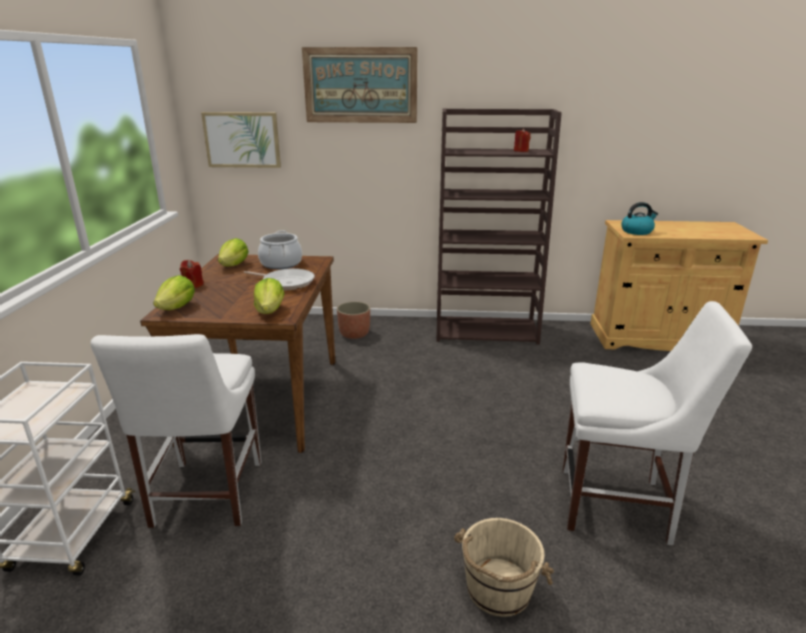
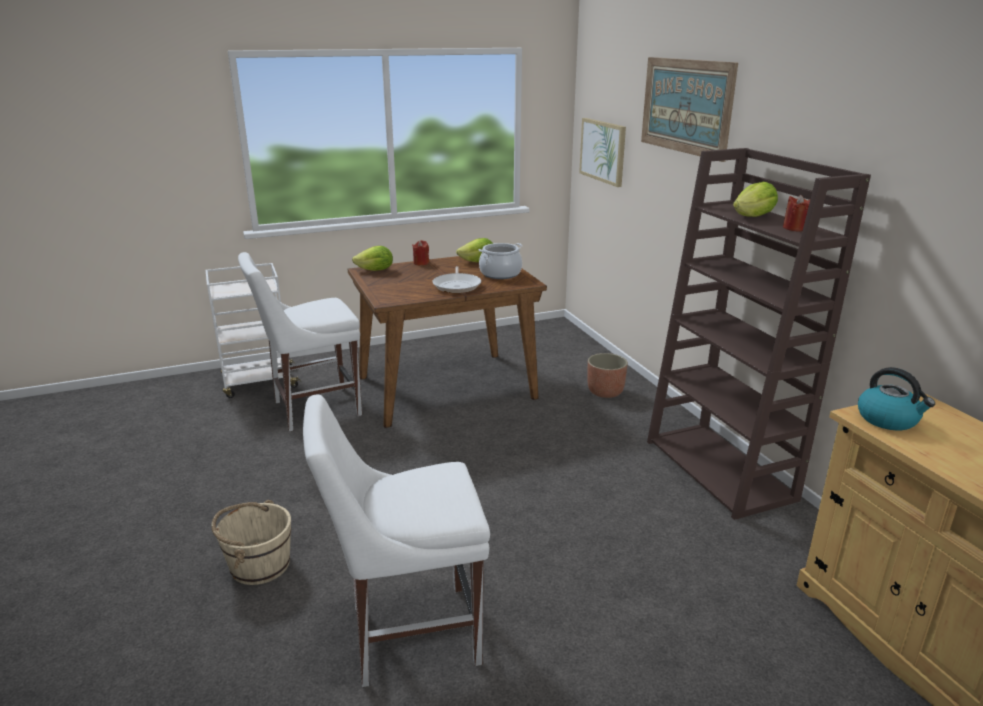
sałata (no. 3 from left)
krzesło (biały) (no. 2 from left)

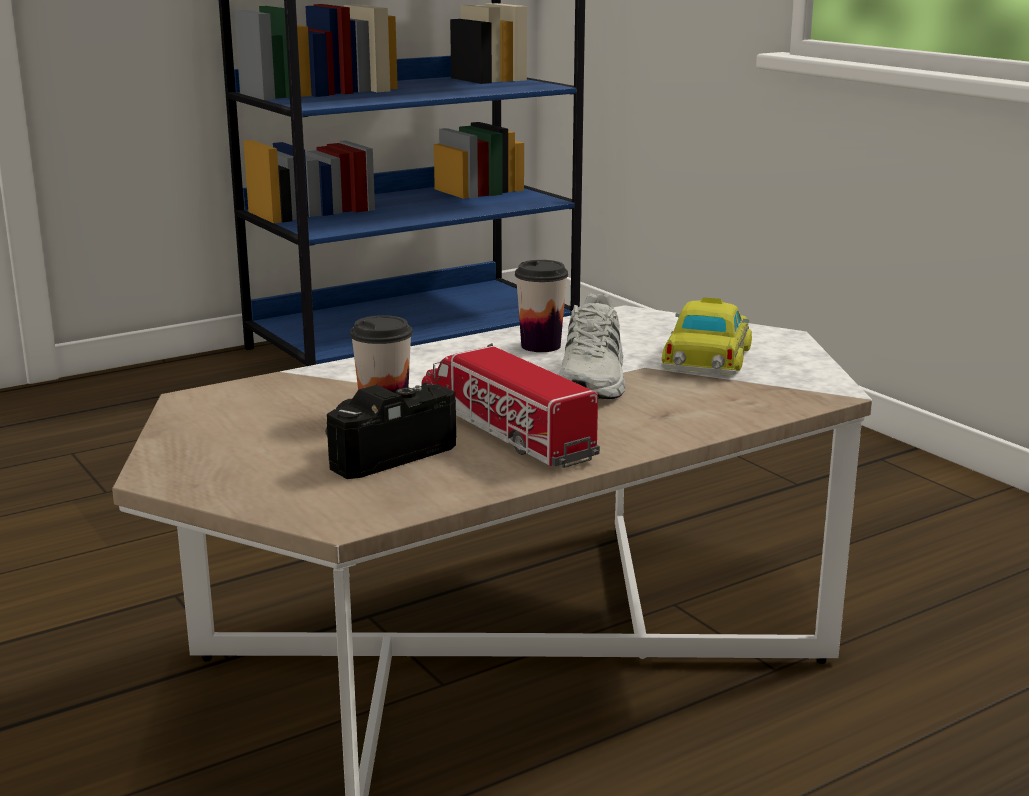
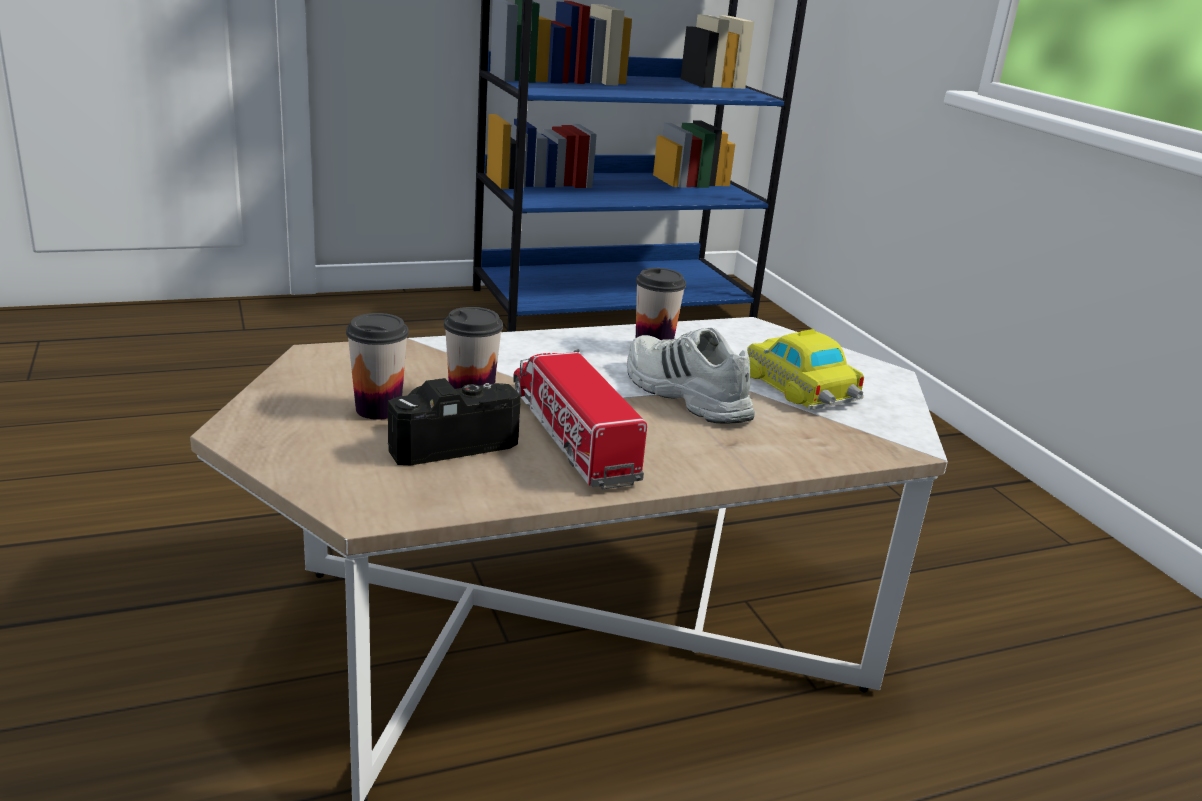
but (biały)
samochodzik
filiżanka (no. 1 from left)

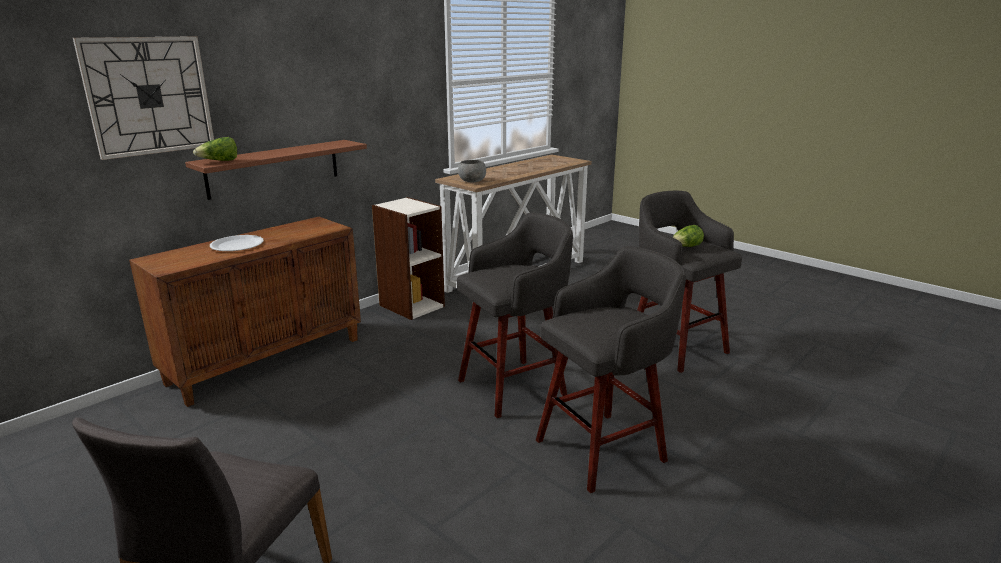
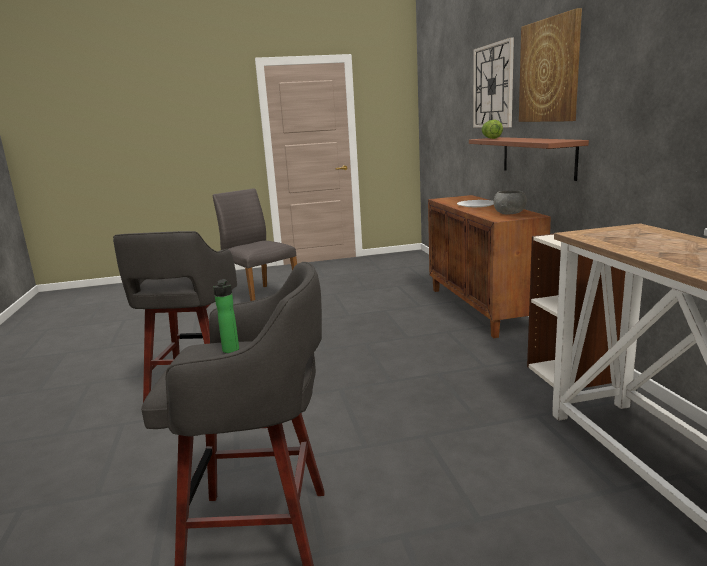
stołek (szary) (no. 1 from left in the first image)
miska (szary)
butelka
obraz

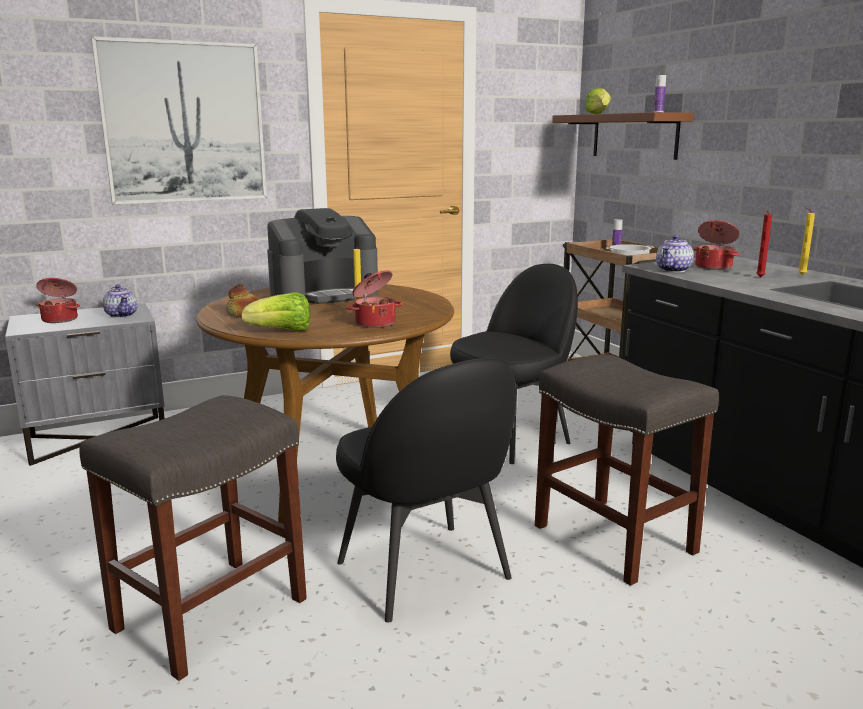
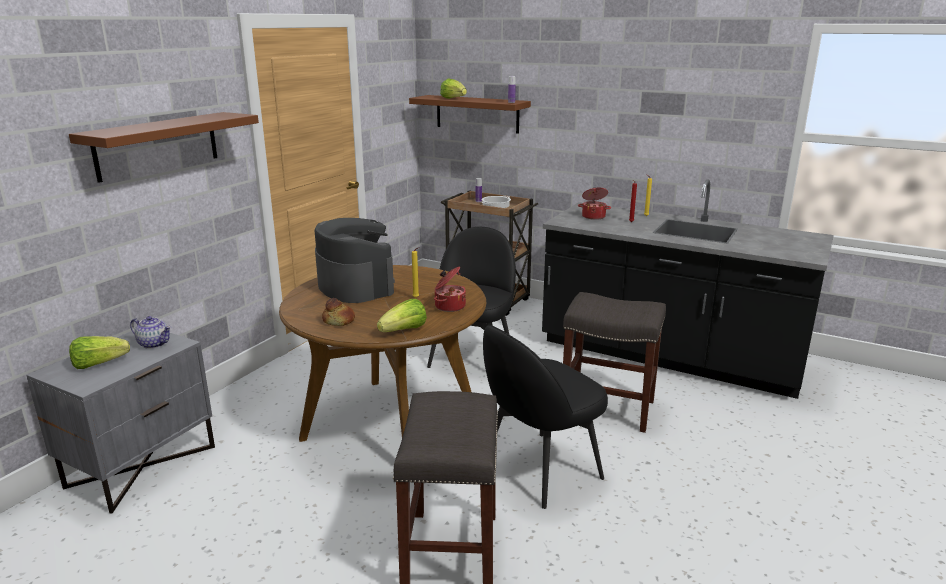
sałata (no. 1 from left)
półka (brązowy) (no. 1 from left)
ekspres do kawy
krzesło (czarny) (no. 2 from left)
imbryk (no. 2 from left in the first image)

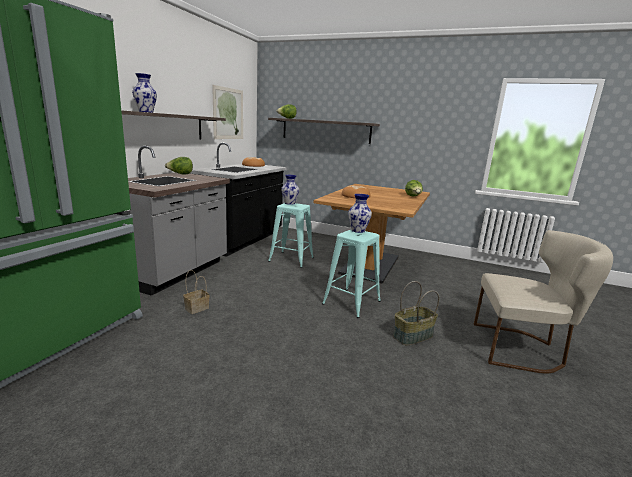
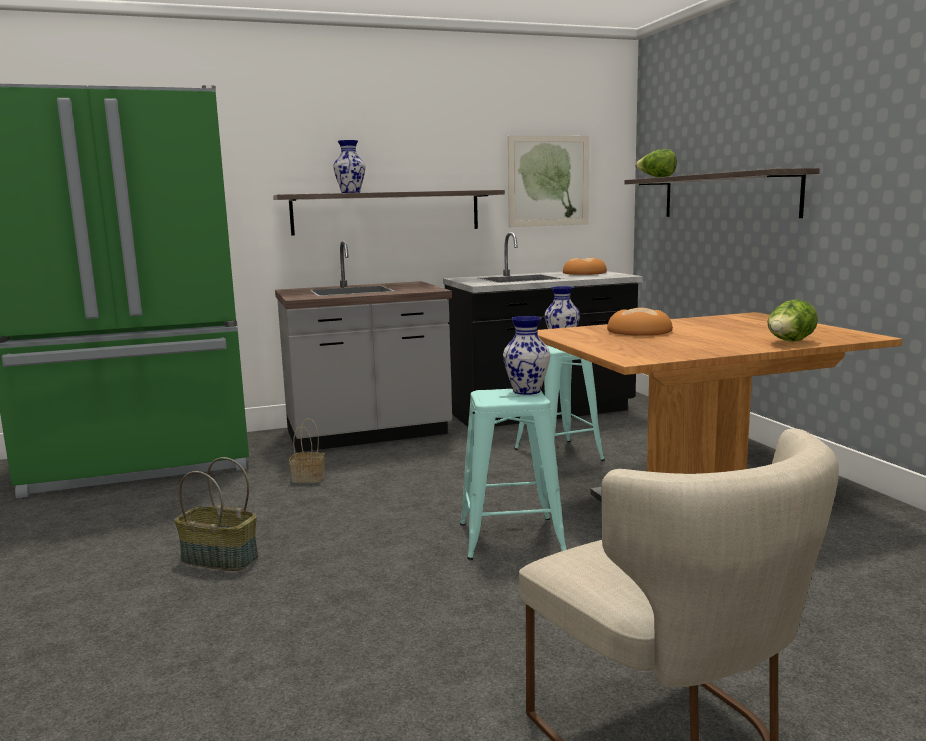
sałata (no. 1 from left in the first image)
koszyk (no. 1 from left)

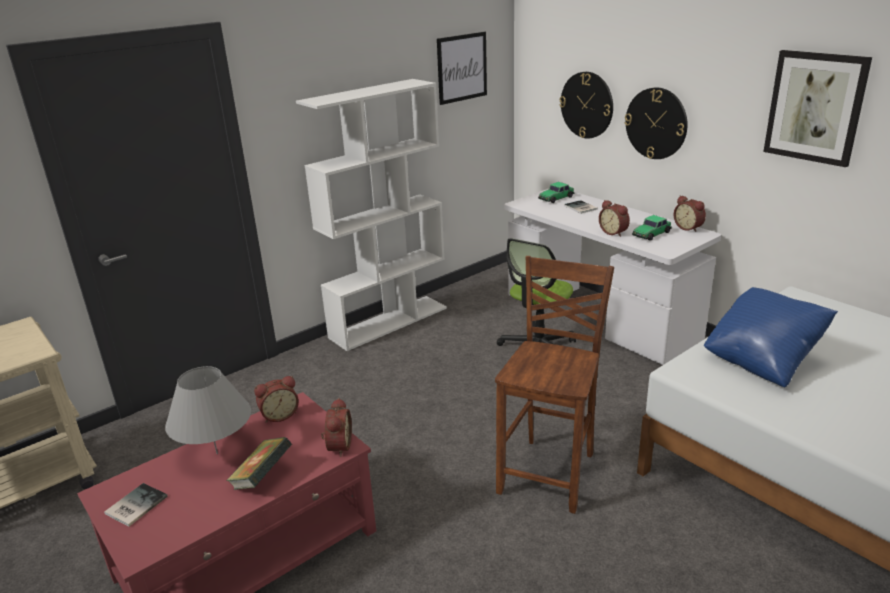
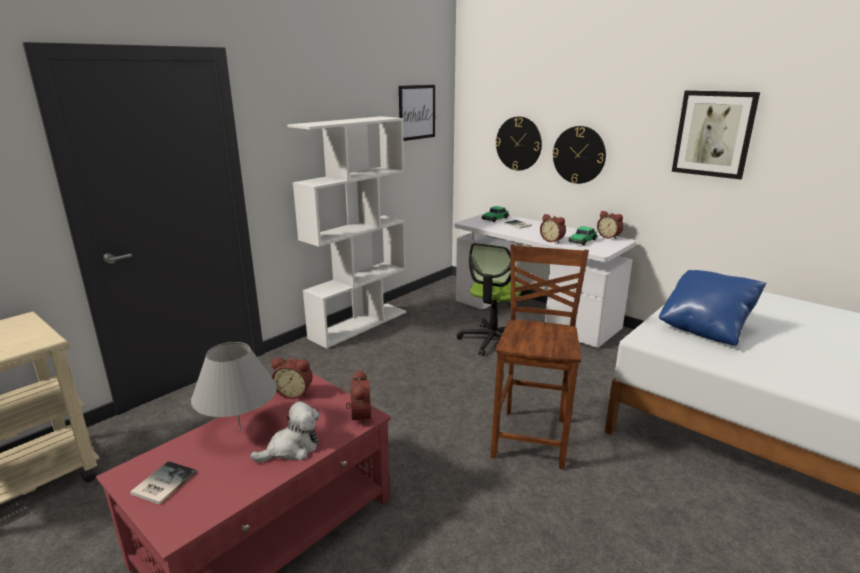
pluszak
budzik (no. 1 from left)

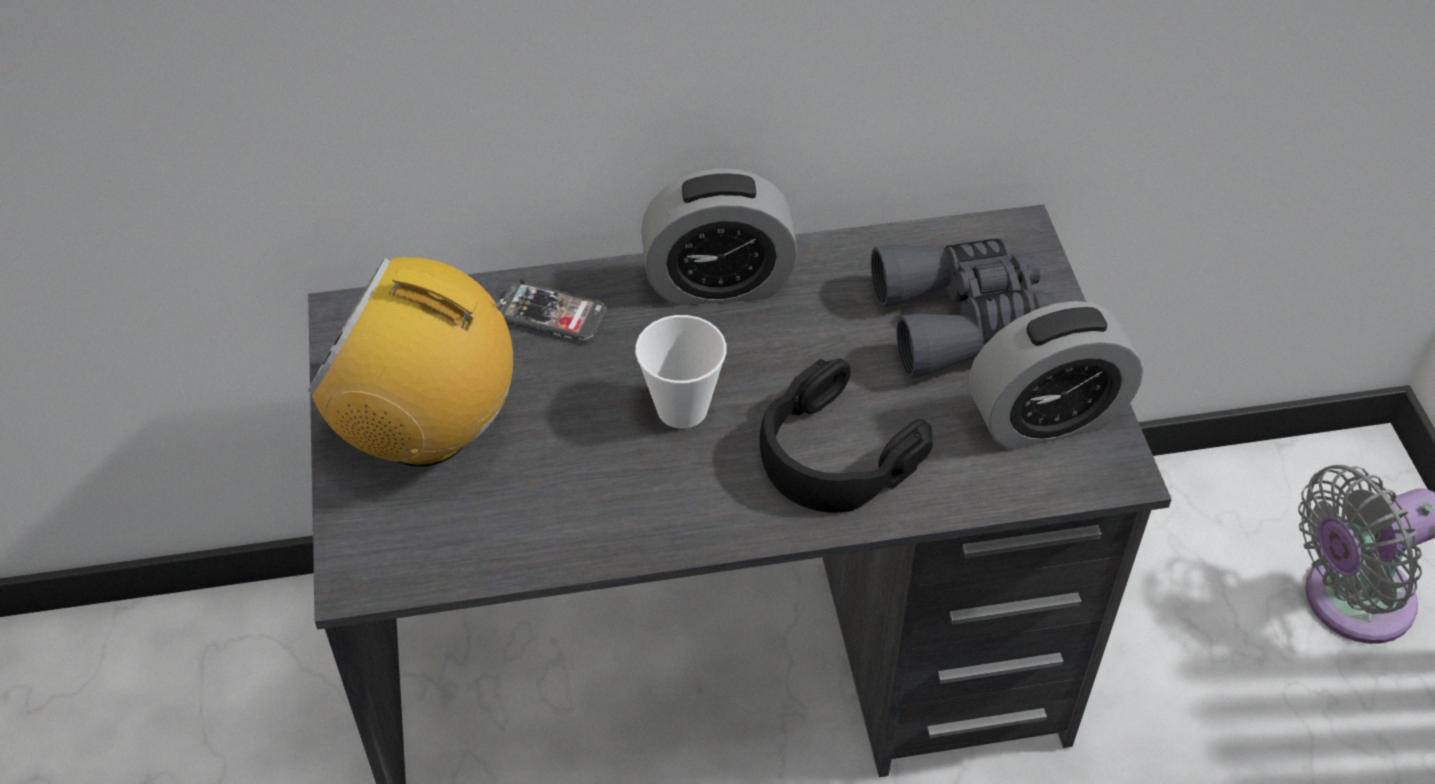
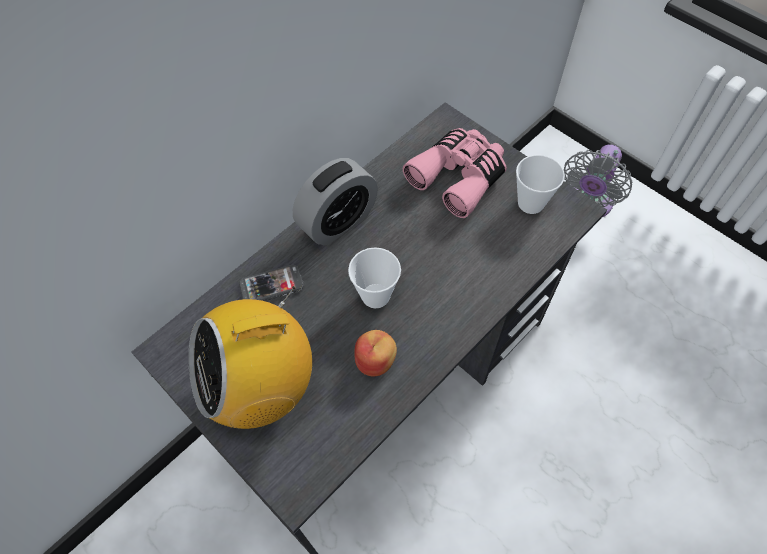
słuchawki (czarny)
lornetka (różowy)
filiżanka (no. 2 from left)
jabłko

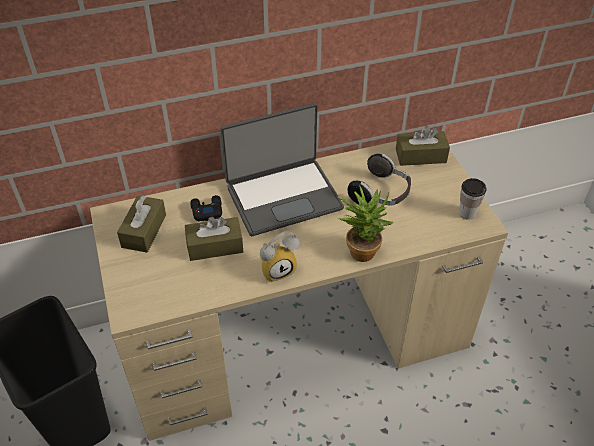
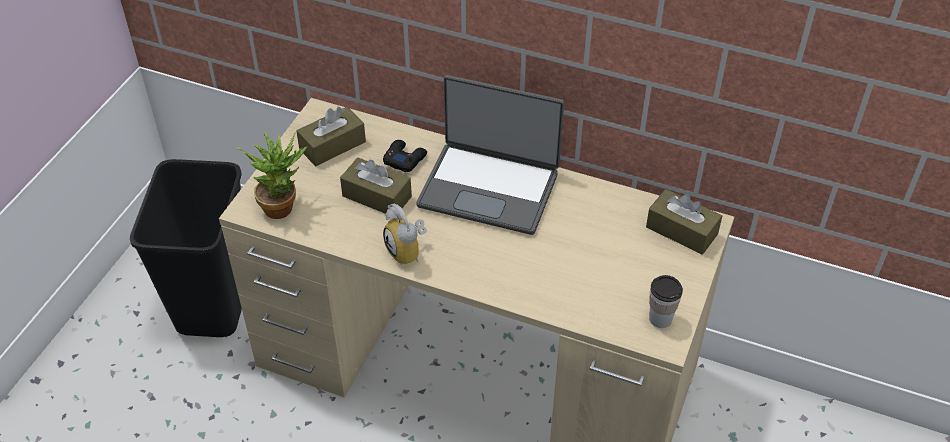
budzik
roślina doniczkowa
słuchawki

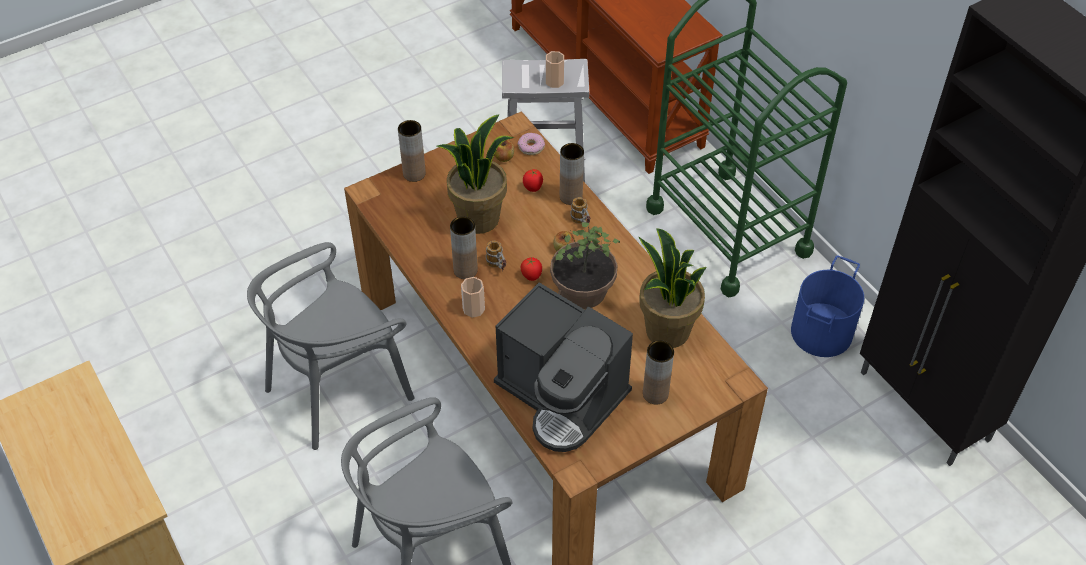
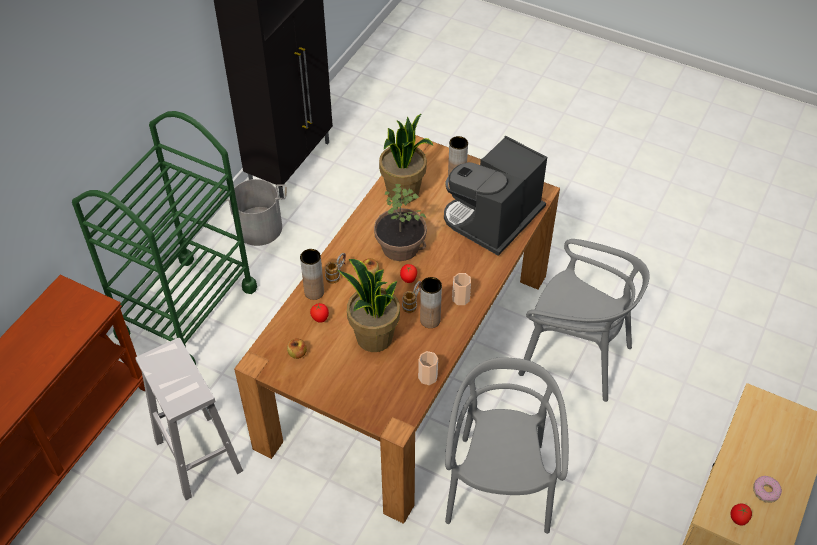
krzesło (szary) (no. 1 from left)
wazon (brązowy) (no. 1 from left in the first image)
ekspres do kawy
donut
filiżanka (no. 1 from left)
wiadro (szary)
pomidor (no. 3 from left)

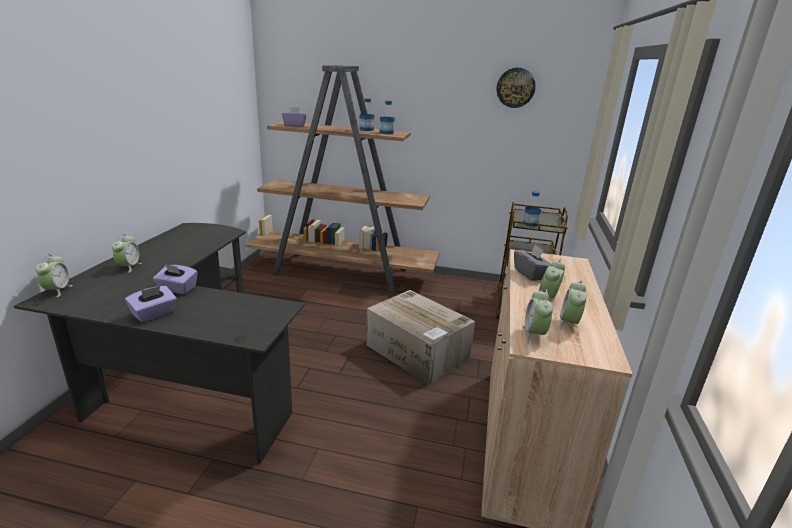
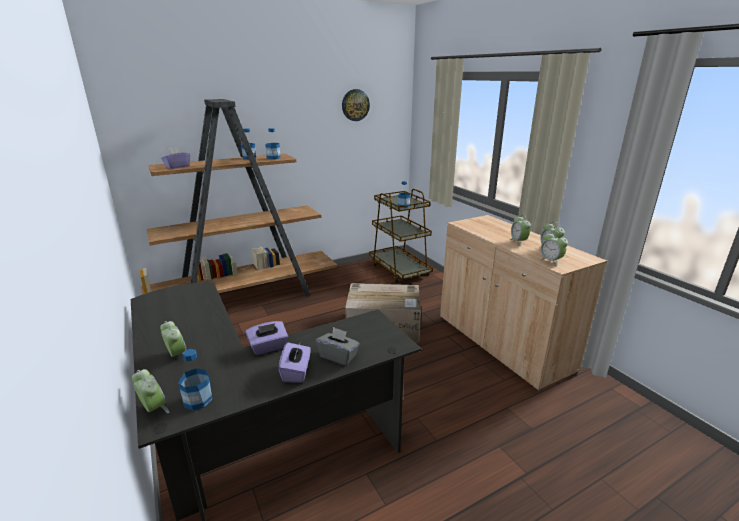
pudełko chusteczek (szary)
butelka (no. 1 from left)

